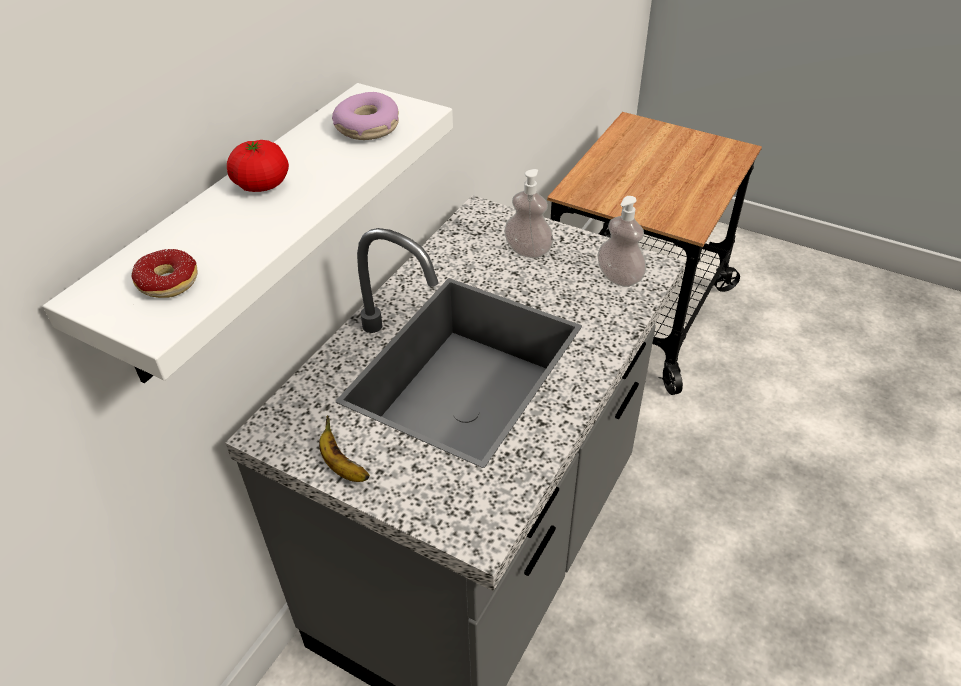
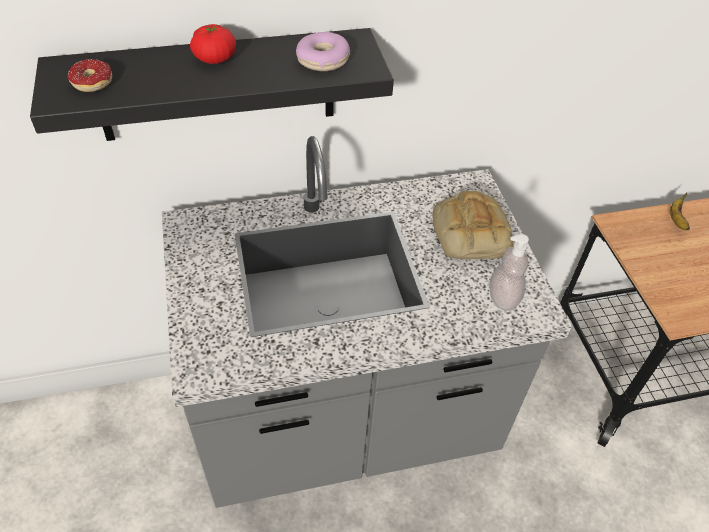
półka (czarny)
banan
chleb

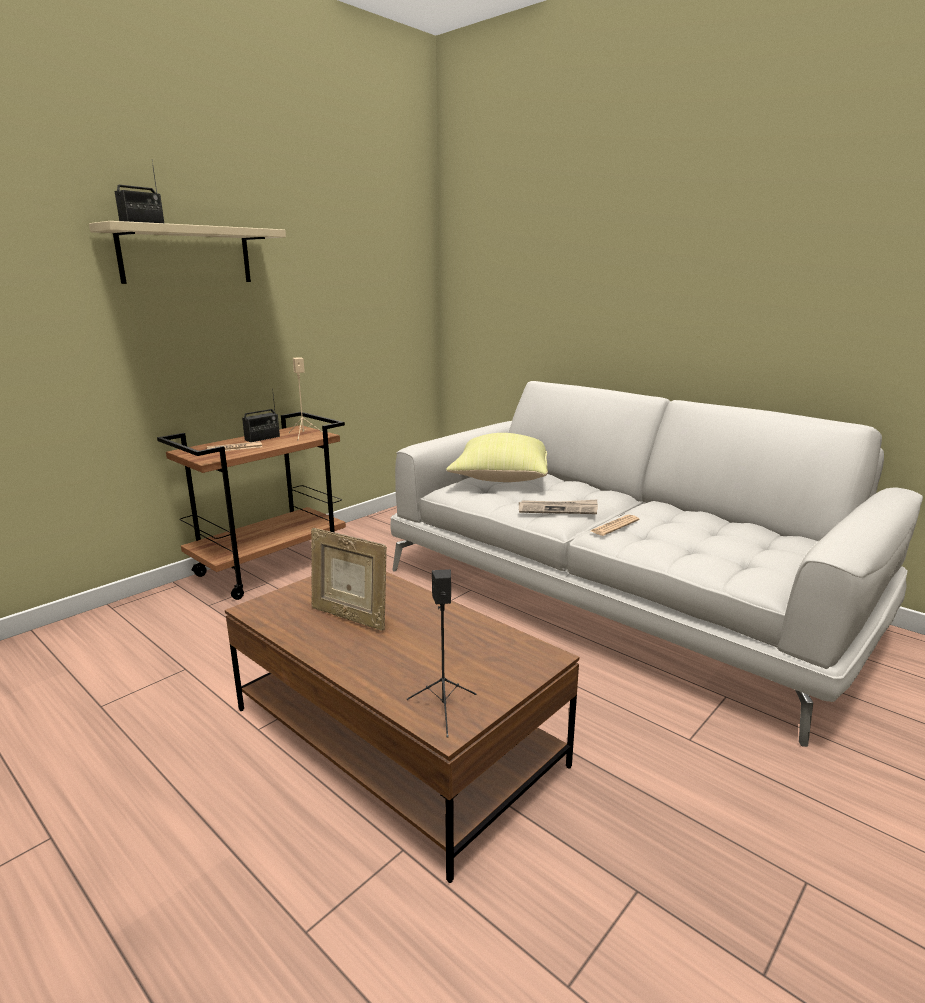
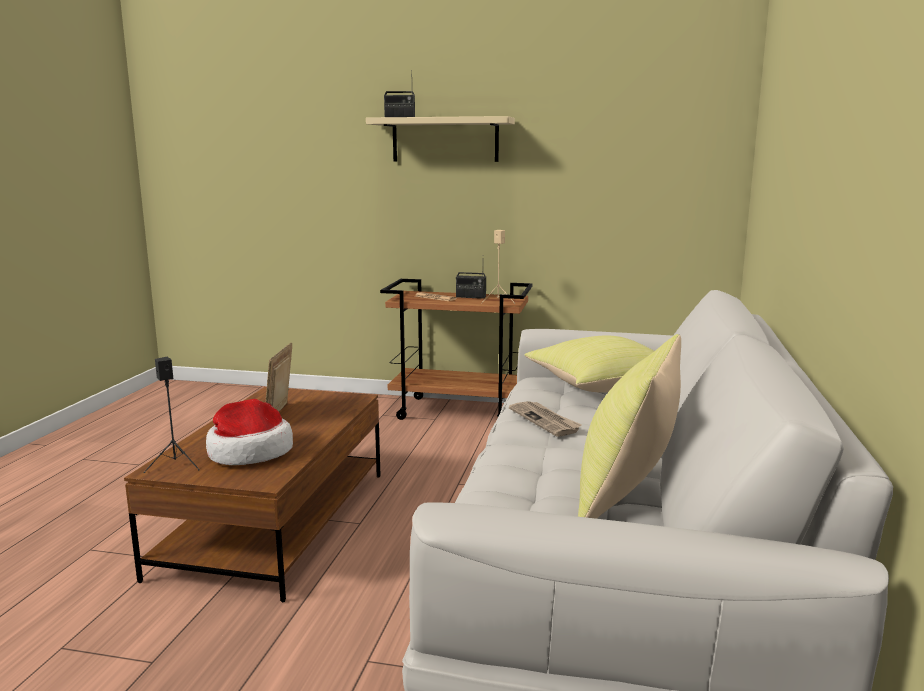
gazeta (no. 3 from left in the first image)
kapelusz
poduszka (żółty) (no. 2 from left)

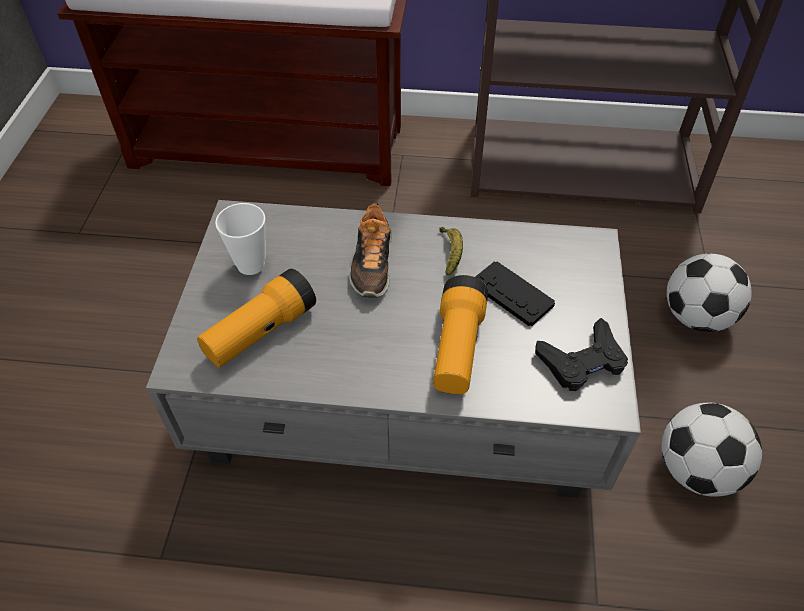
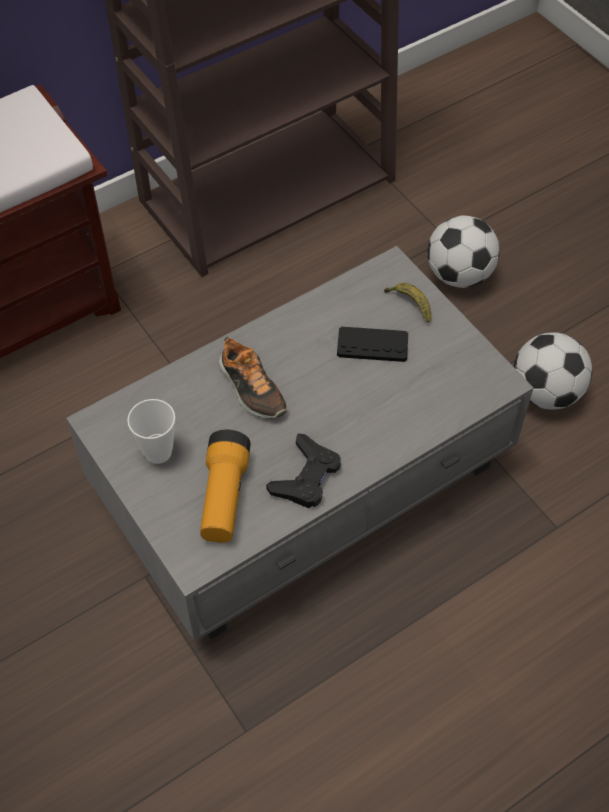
latarka (no. 2 from left in the first image)
banan
pad do gier (czarny) (no. 1 from left)

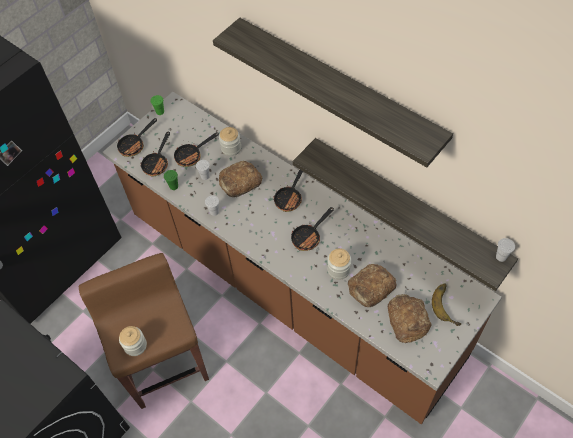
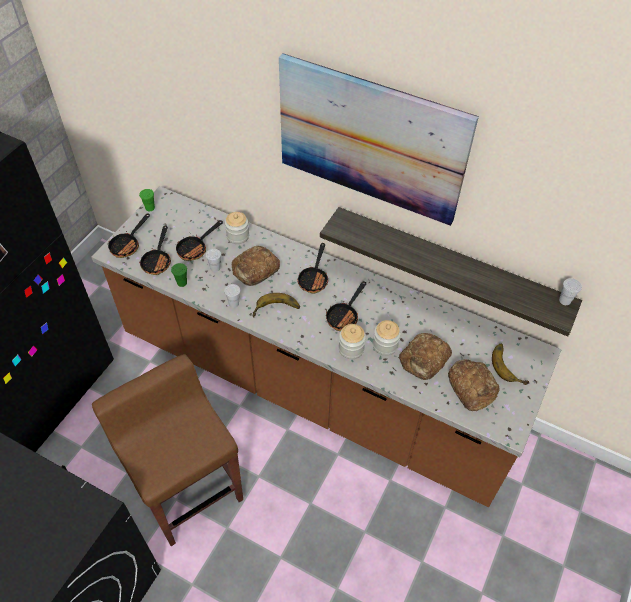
słoik (no. 2 from left)
obraz
banan (no. 1 from left)

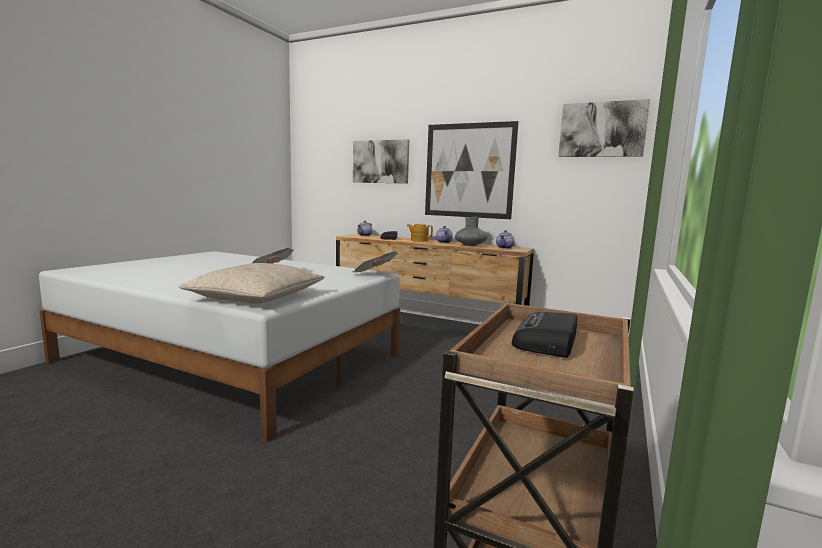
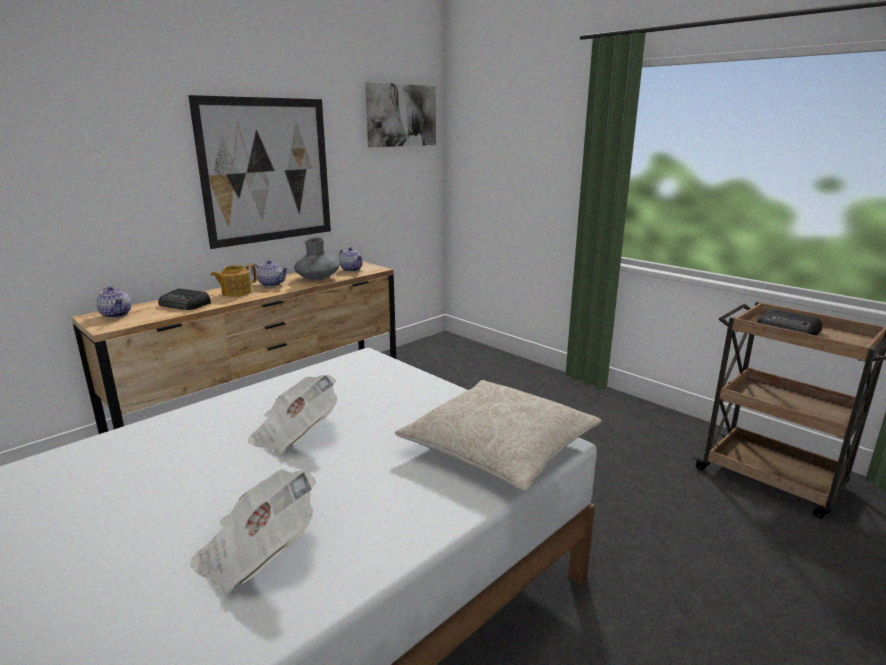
obraz (no. 1 from left in the first image)
gazeta (no. 1 from left)

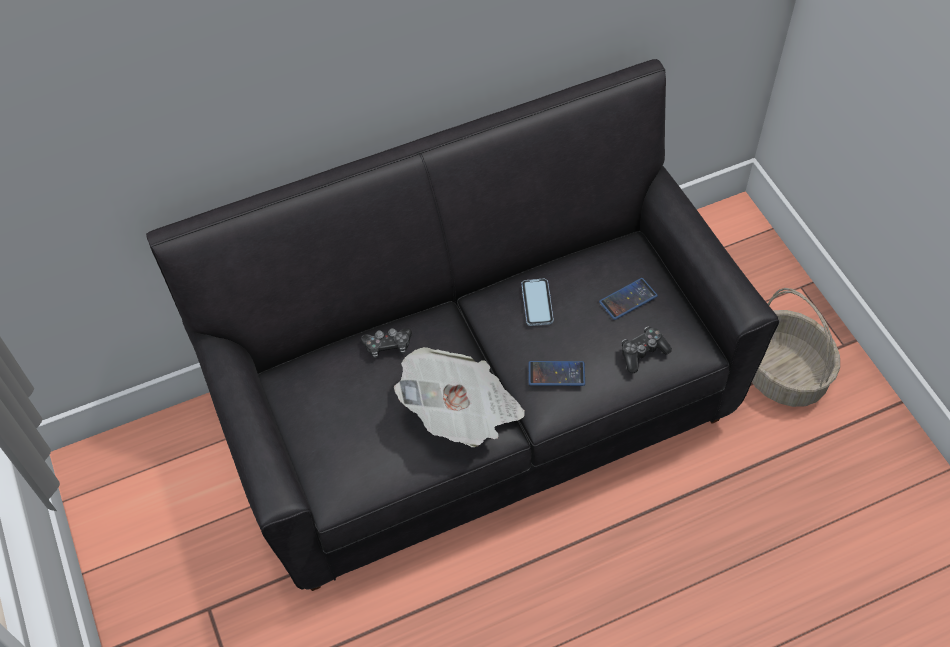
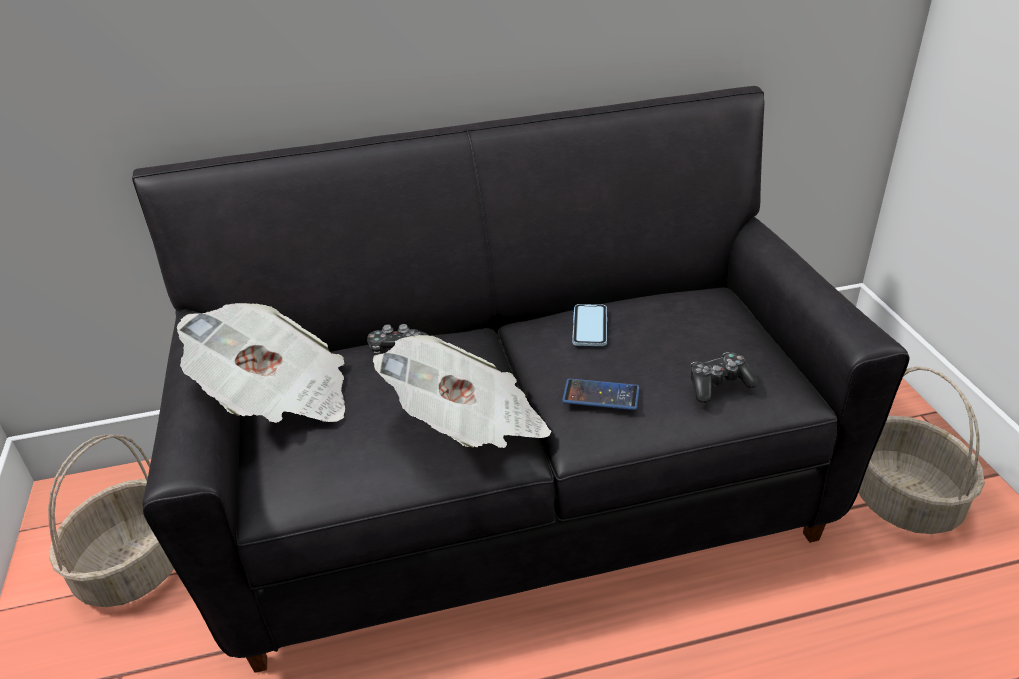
telefon (no. 3 from left in the first image)
koszyk (no. 1 from left)
gazeta (no. 1 from left)

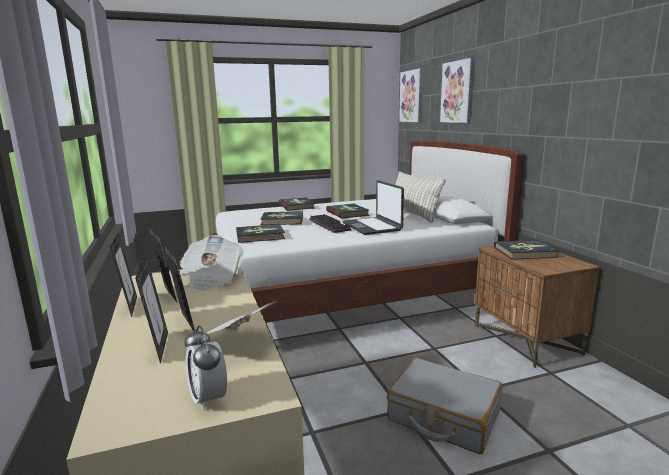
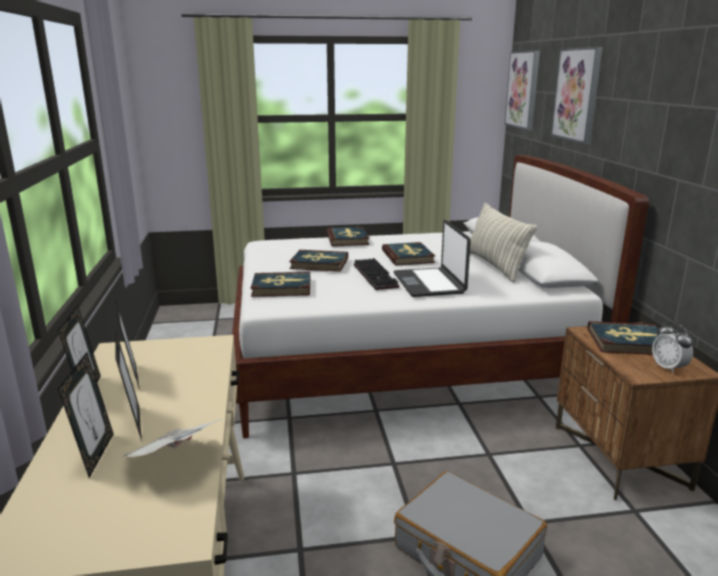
gazeta (no. 1 from left in the first image)
budzik

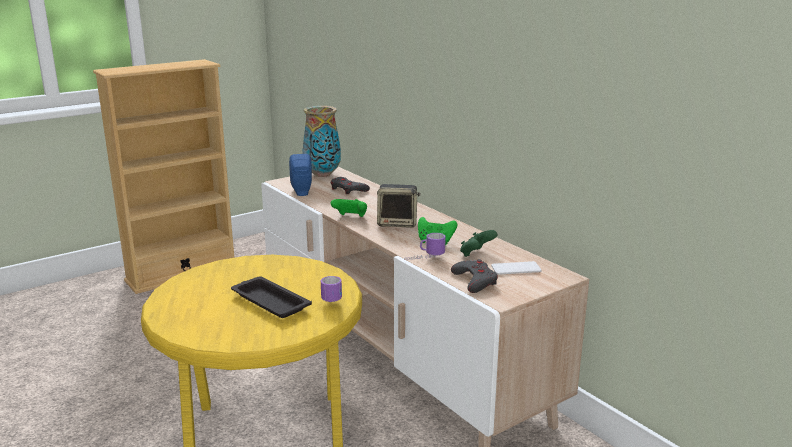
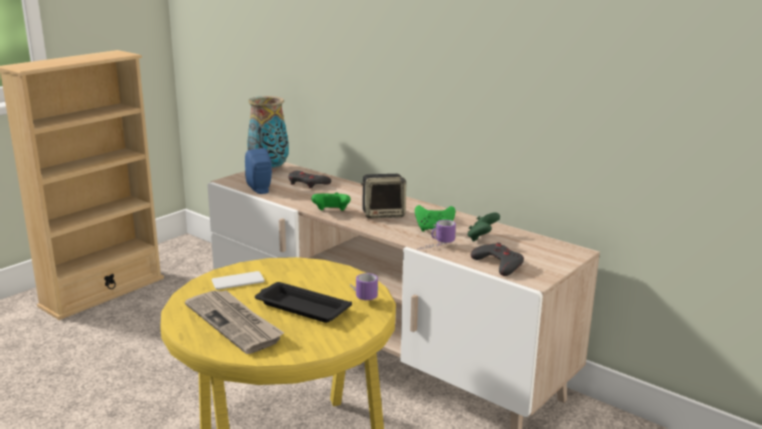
telefon
gazeta

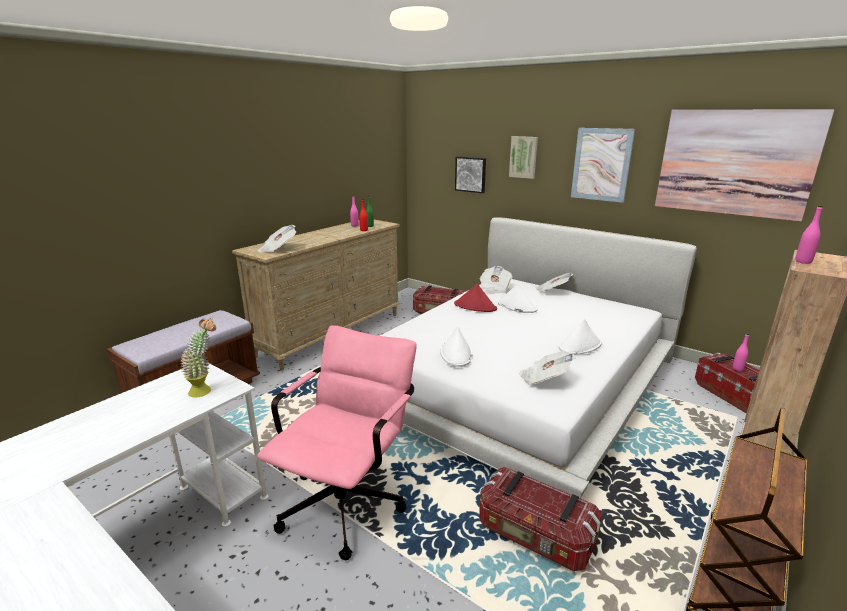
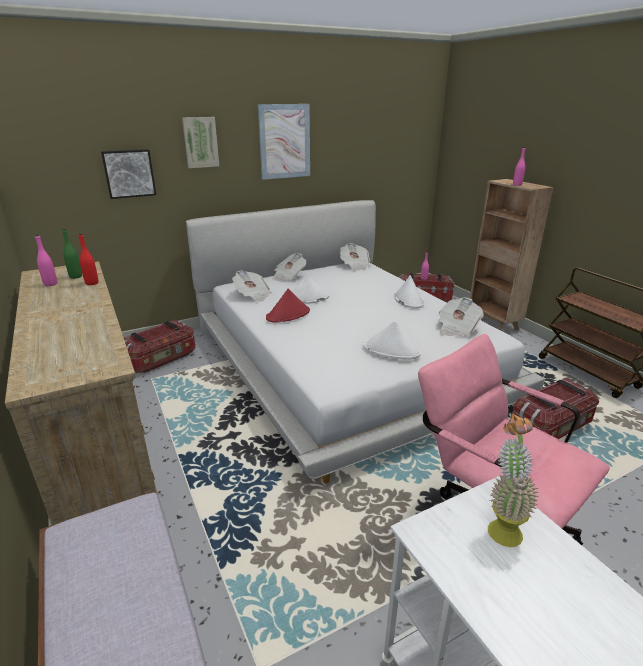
gazeta (no. 3 from left)
obraz (no. 4 from left in the first image)

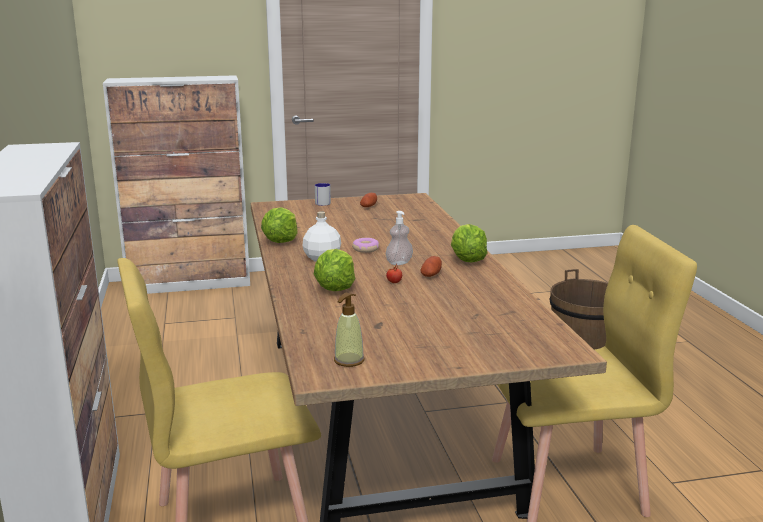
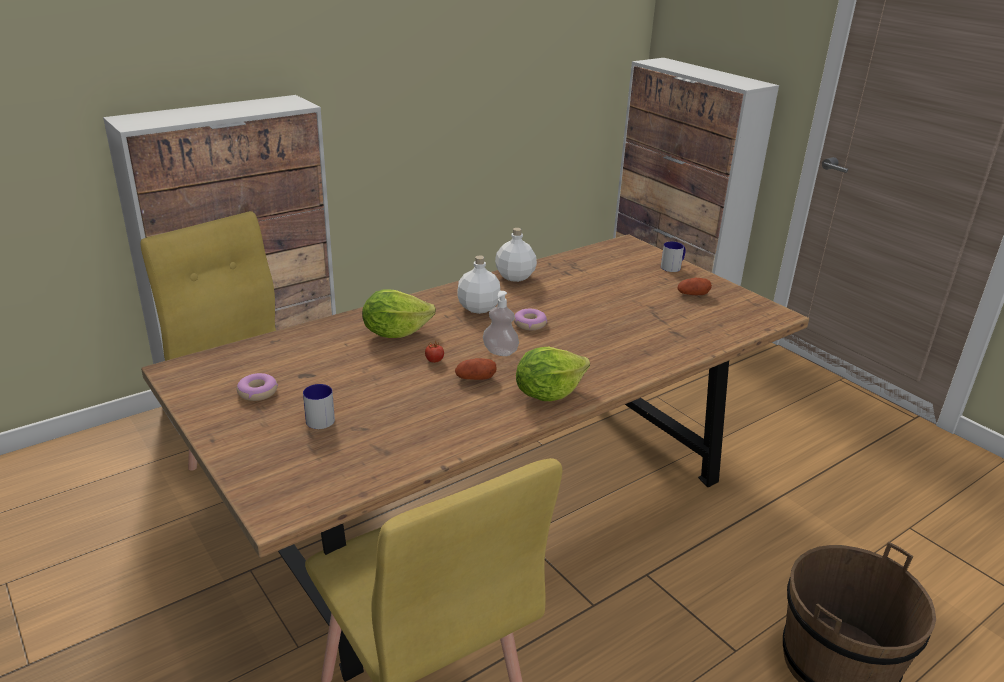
butelka (biały) (no. 2 from left)
dozownik mydła (no. 1 from left in the first image)
donut (no. 1 from left)
kubek (no. 1 from left)

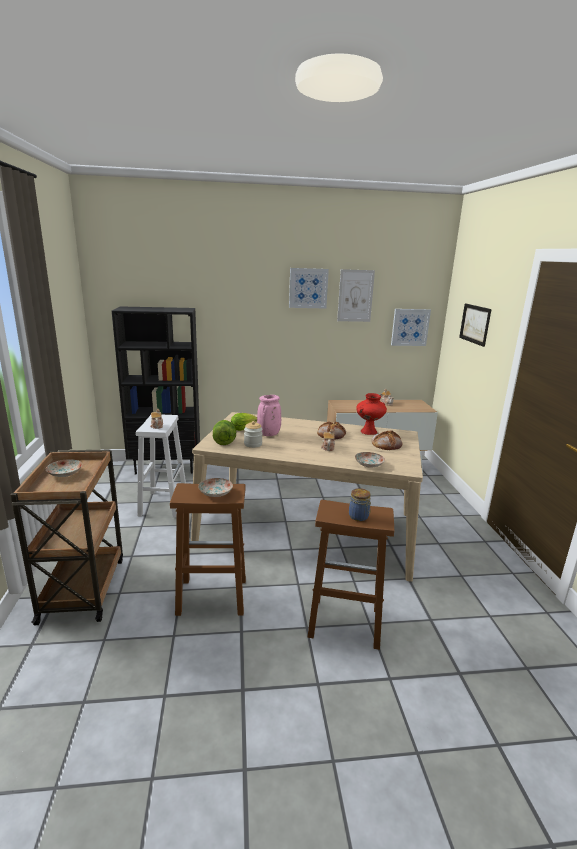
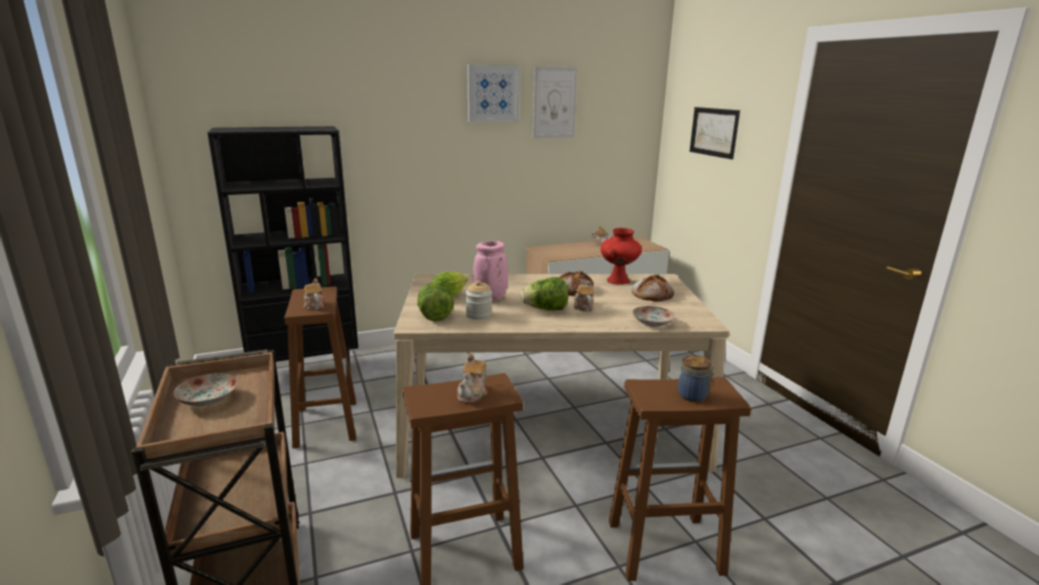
stołek (brązowy) (no. 1 from left)
imbryk (no. 2 from left)
obraz (no. 3 from left in the first image)
sałata (no. 3 from left)

